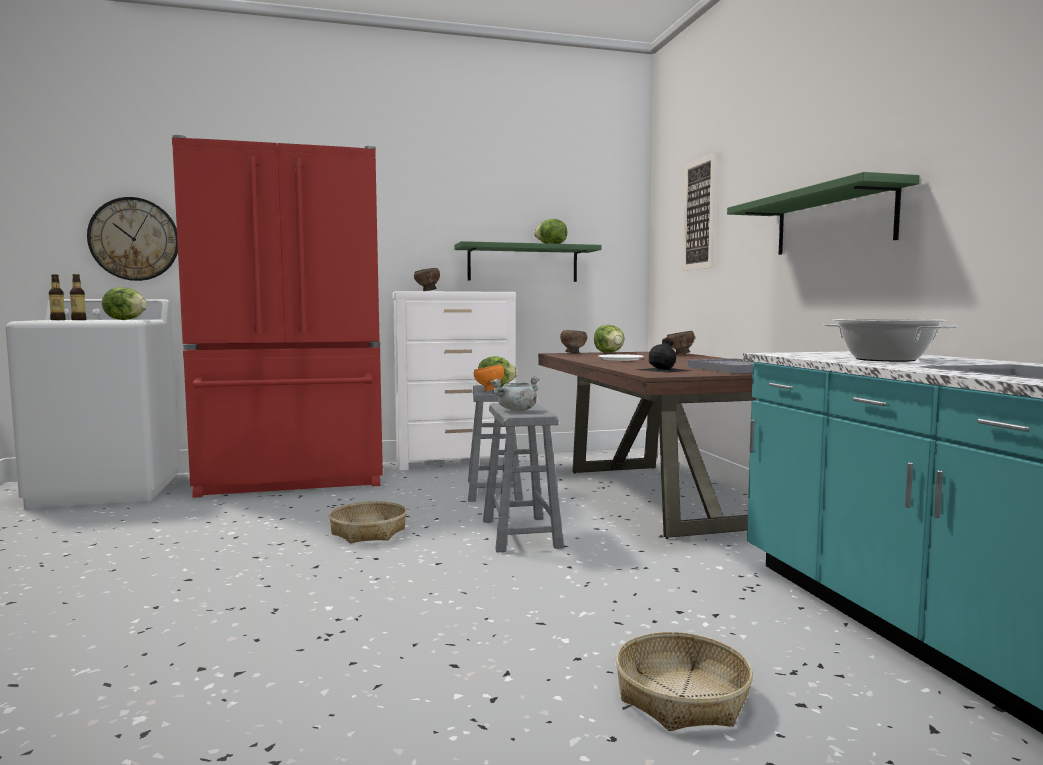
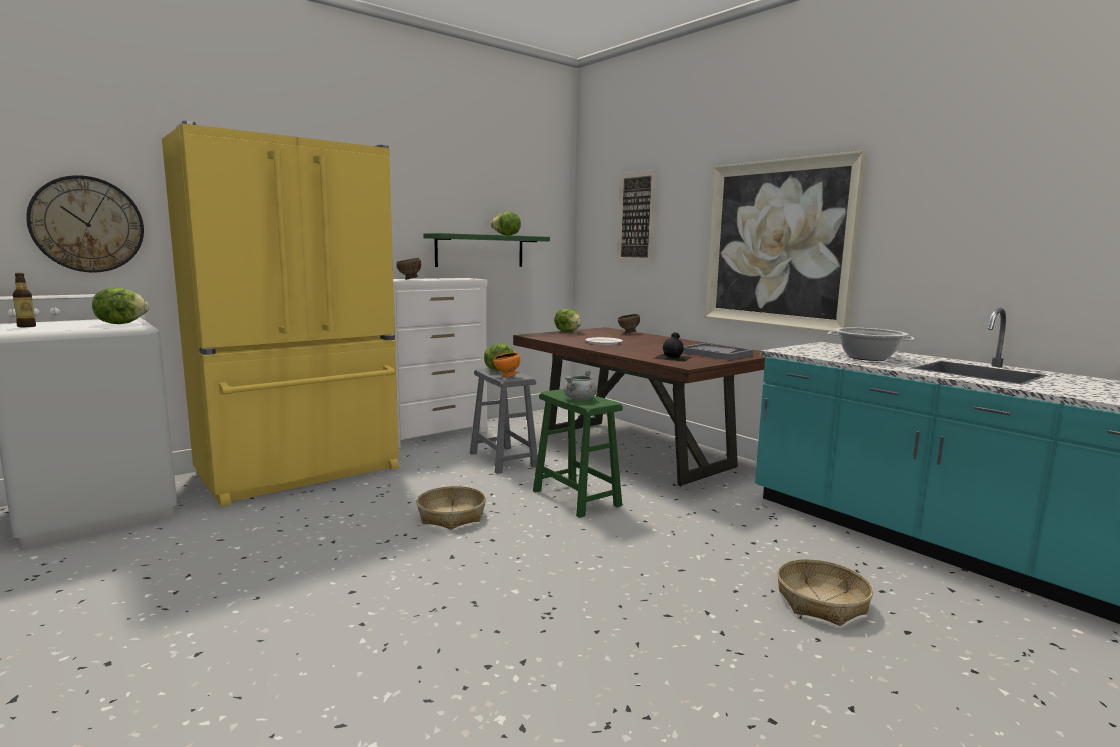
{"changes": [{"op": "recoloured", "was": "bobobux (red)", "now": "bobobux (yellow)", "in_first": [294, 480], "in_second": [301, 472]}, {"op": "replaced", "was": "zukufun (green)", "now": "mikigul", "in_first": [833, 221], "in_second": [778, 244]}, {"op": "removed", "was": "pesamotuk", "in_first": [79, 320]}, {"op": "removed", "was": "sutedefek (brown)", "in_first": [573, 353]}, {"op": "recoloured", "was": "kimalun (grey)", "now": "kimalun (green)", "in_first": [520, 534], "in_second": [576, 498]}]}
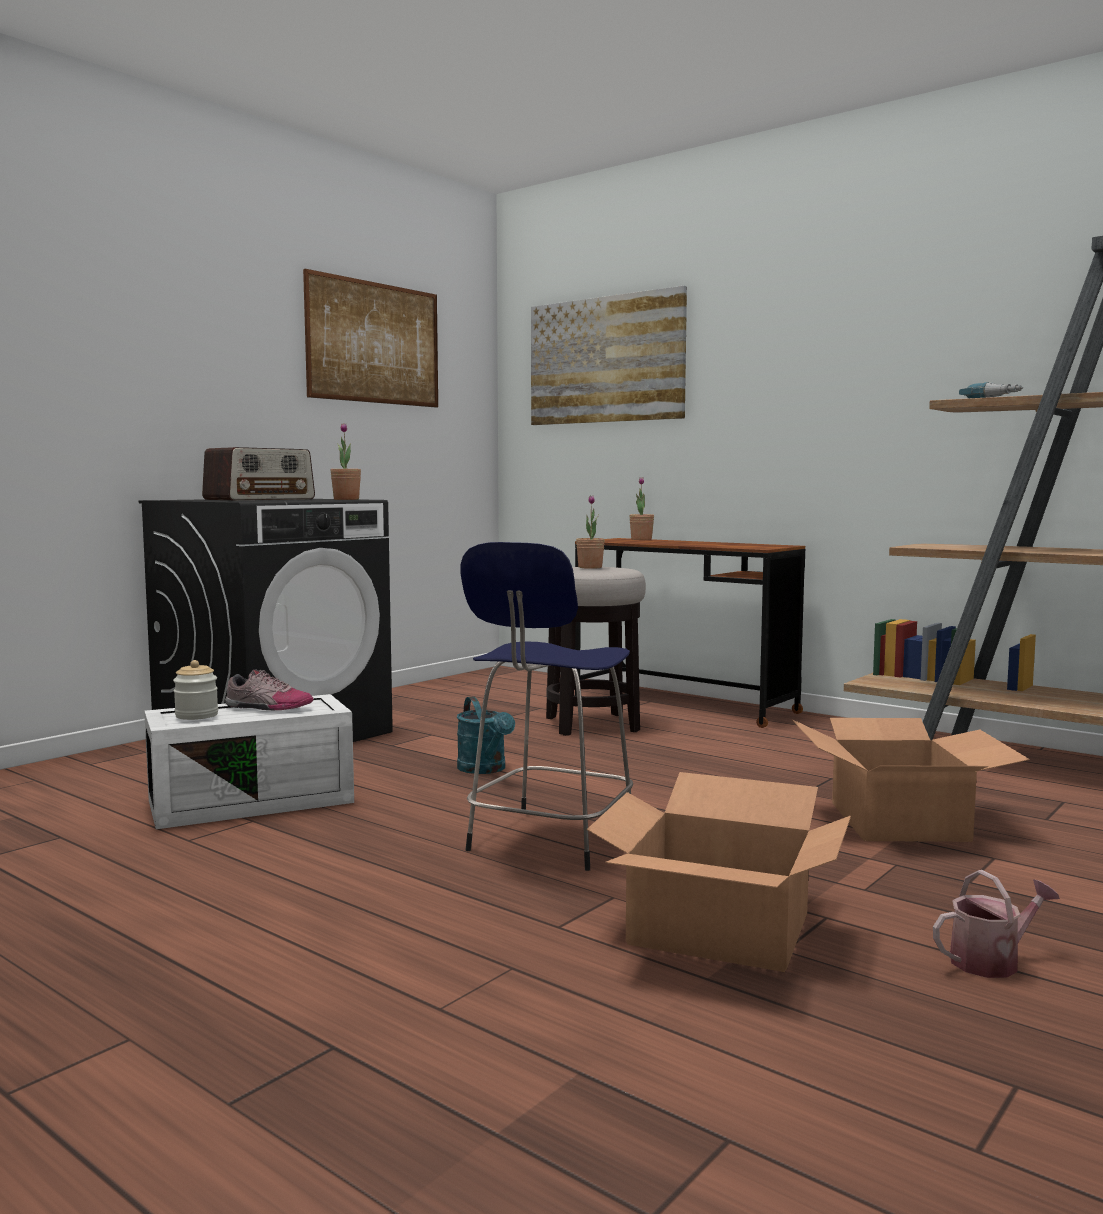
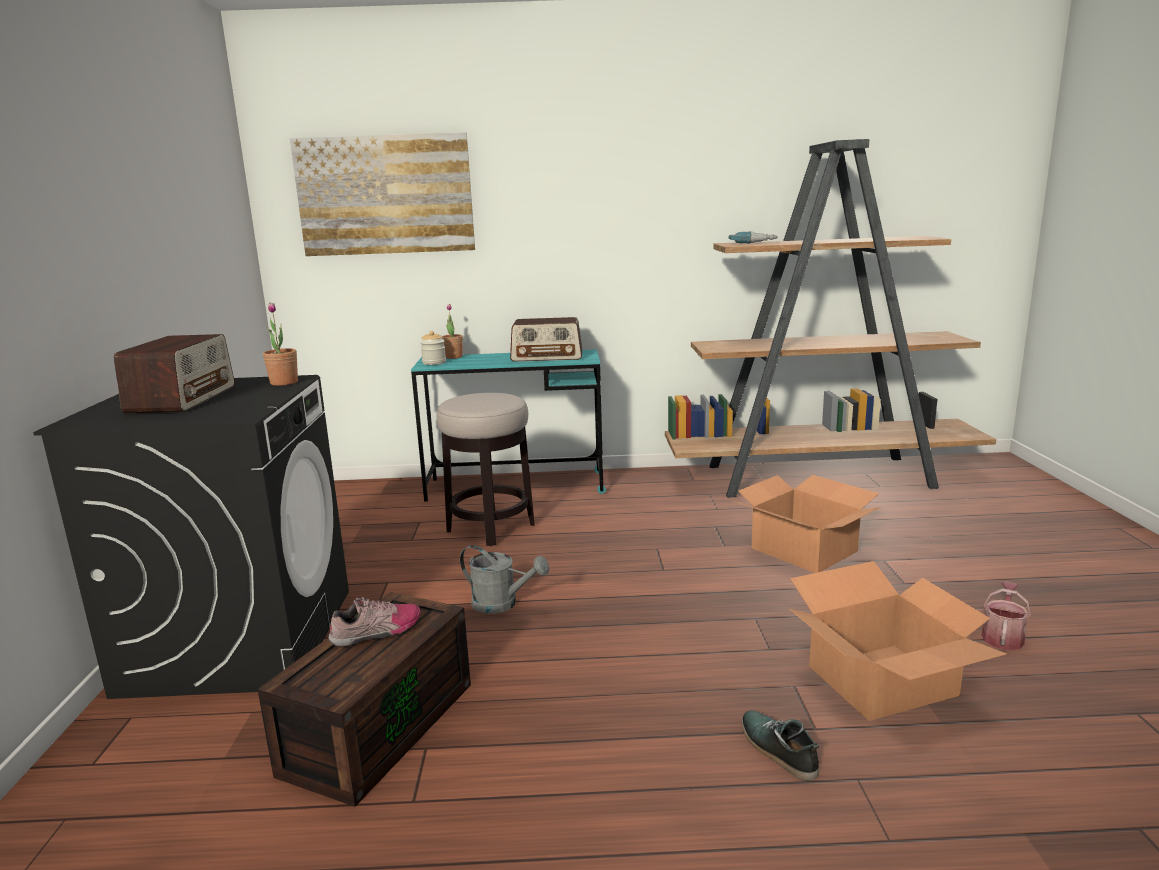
{"changes": [{"op": "removed", "was": "mikigul", "in_first": [374, 343]}, {"op": "removed", "was": "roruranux", "in_first": [590, 567]}, {"op": "recoloured", "was": "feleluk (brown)", "now": "feleluk (turquoise)", "in_first": [683, 705], "in_second": [516, 486]}, {"op": "removed", "was": "kimalun (blue)", "in_first": [549, 841]}, {"op": "moved", "was": "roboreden", "in_first": [196, 715], "in_second": [434, 363]}, {"op": "recoloured", "was": "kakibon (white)", "now": "kakibon (brown)", "in_first": [253, 800], "in_second": [379, 725]}, {"op": "recoloured", "was": "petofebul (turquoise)", "now": "petofebul (grey)", "in_first": [485, 769], "in_second": [502, 604]}, {"op": "added", "now": "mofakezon", "in_second": [547, 357]}, {"op": "added", "now": "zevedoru", "in_second": [777, 750]}]}
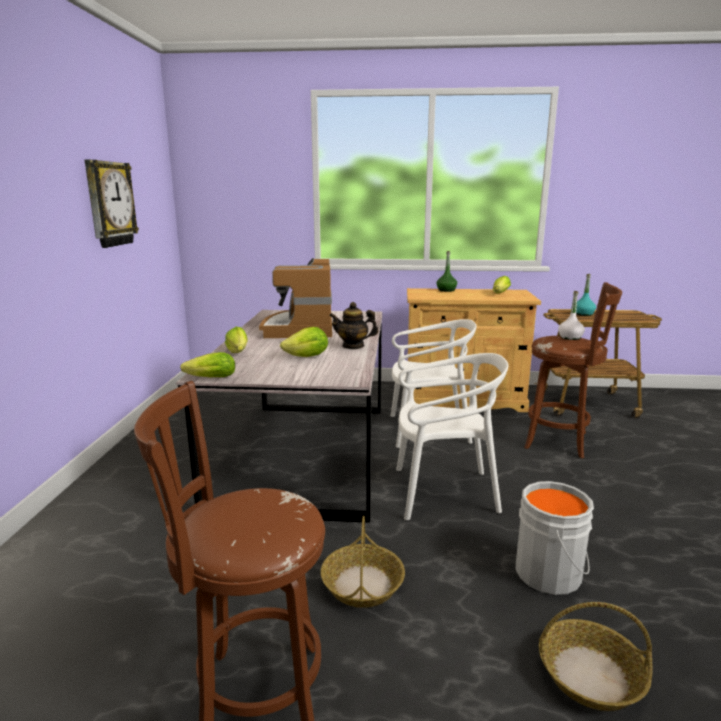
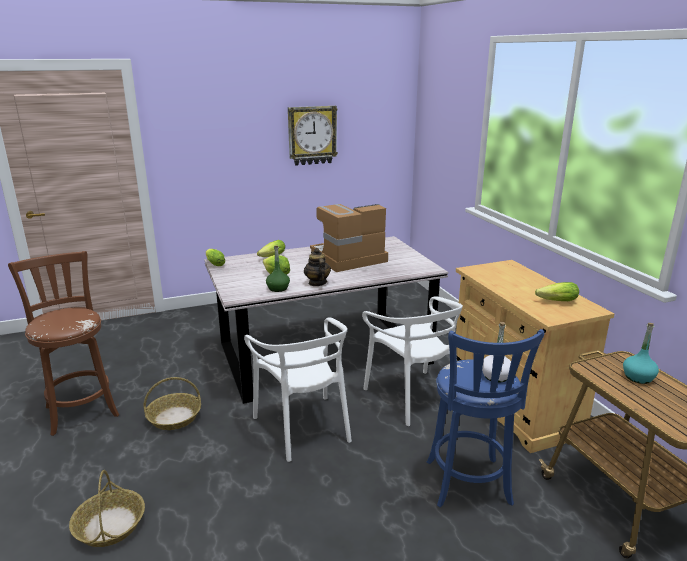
{"changes": [{"op": "moved", "was": "pesamotuk (green)", "in_first": [446, 290], "in_second": [278, 288]}, {"op": "recoloured", "was": "kimalun (brown)", "now": "kimalun (blue)", "in_first": [560, 441], "in_second": [469, 486]}, {"op": "removed", "was": "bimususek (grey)", "in_first": [551, 574]}]}
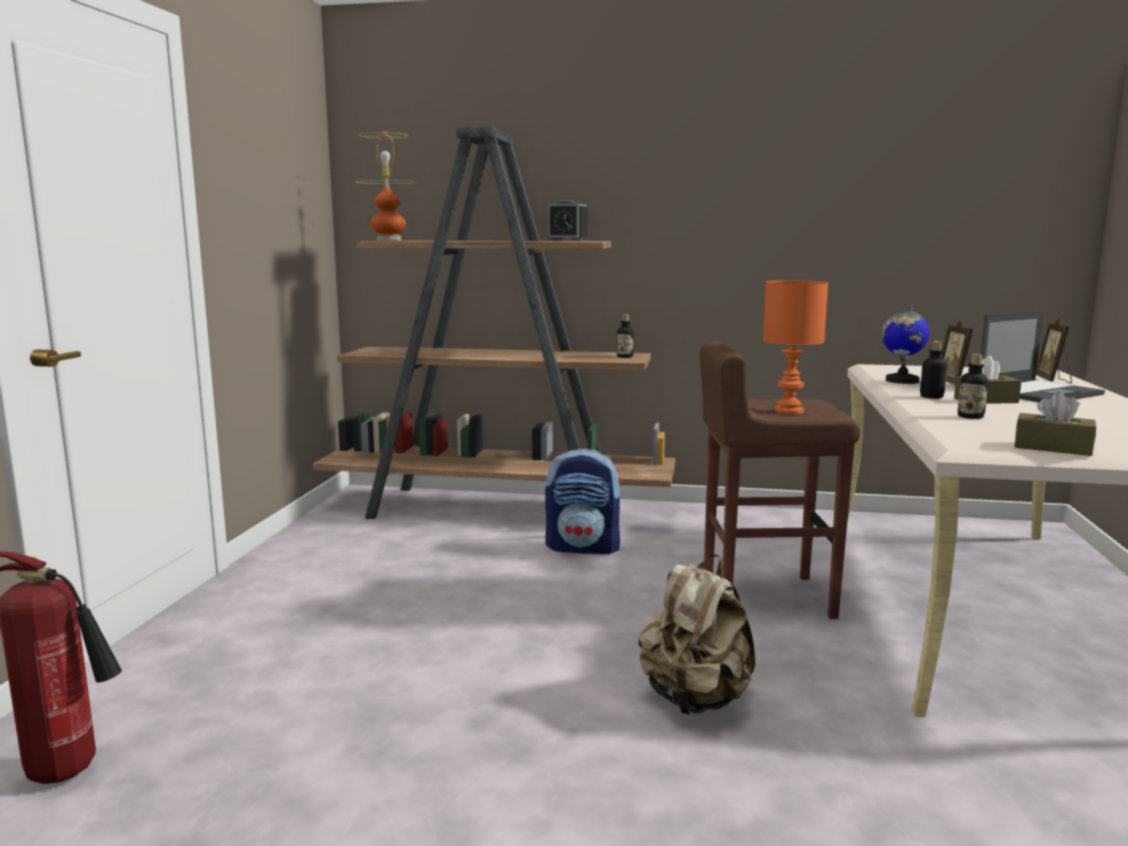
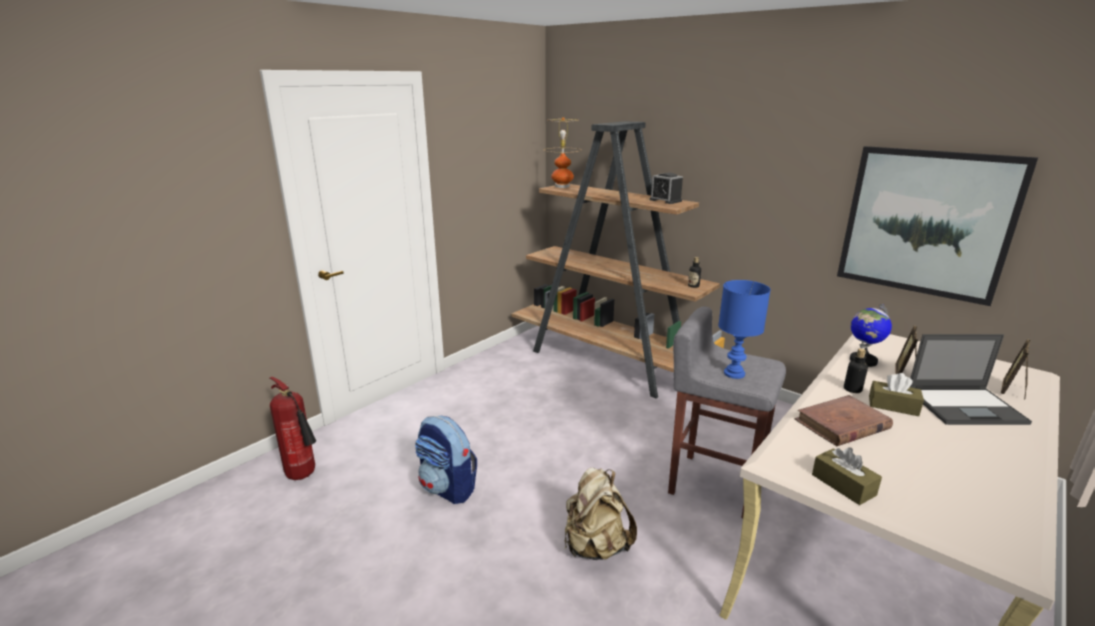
{"changes": [{"op": "recoloured", "was": "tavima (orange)", "now": "tavima (blue)", "in_first": [788, 411], "in_second": [733, 374]}, {"op": "recoloured", "was": "kimalun (brown)", "now": "kimalun (grey)", "in_first": [764, 596], "in_second": [714, 484]}, {"op": "replaced", "was": "pesamotuk", "now": "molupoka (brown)", "in_first": [970, 416], "in_second": [842, 424]}, {"op": "moved", "was": "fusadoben", "in_first": [584, 547], "in_second": [448, 488]}, {"op": "added", "now": "mikigul", "in_second": [926, 223]}]}
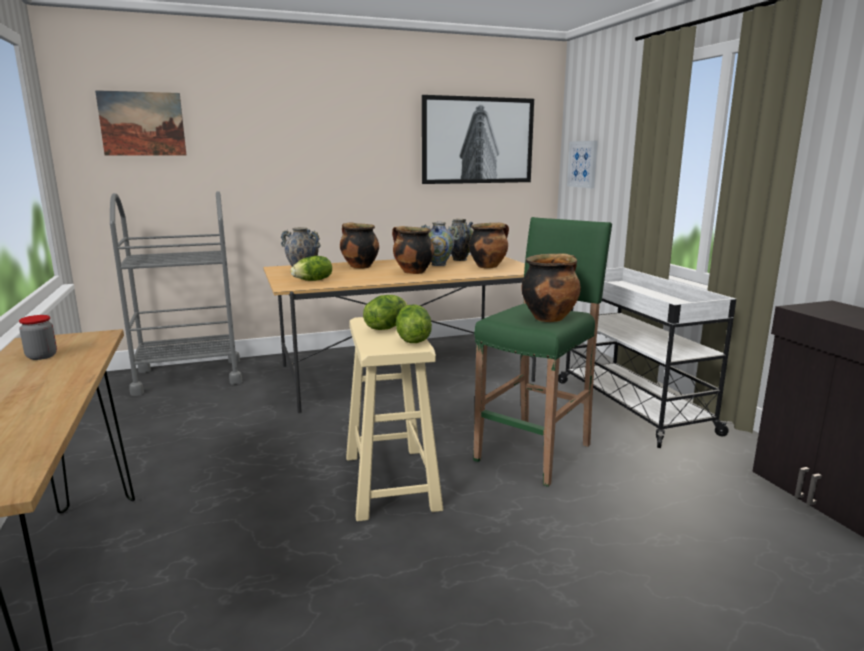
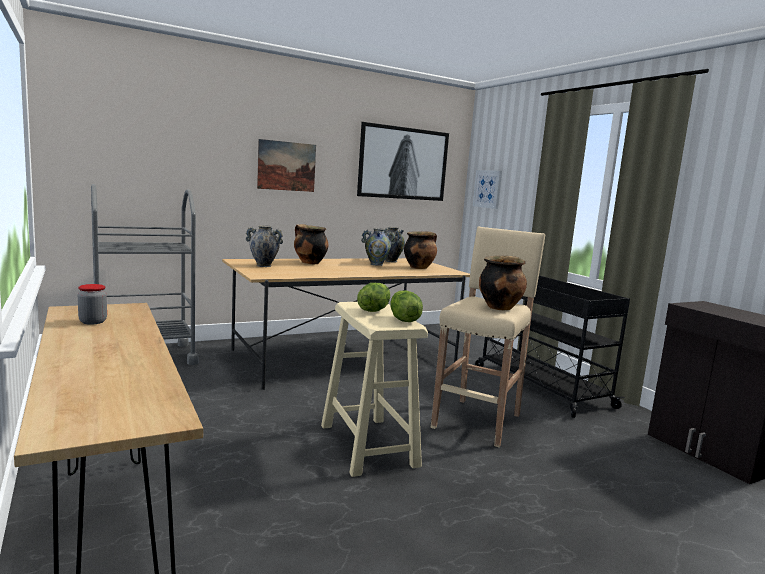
{"changes": [{"op": "moved", "was": "mikigul", "in_first": [142, 124], "in_second": [286, 166]}, {"op": "recoloured", "was": "kimalun (green)", "now": "kimalun (beige)", "in_first": [535, 451], "in_second": [478, 420]}, {"op": "removed", "was": "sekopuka", "in_first": [412, 272]}, {"op": "removed", "was": "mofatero", "in_first": [313, 280]}, {"op": "recoloured", "was": "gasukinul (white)", "now": "gasukinul (black)", "in_first": [631, 405], "in_second": [540, 385]}]}
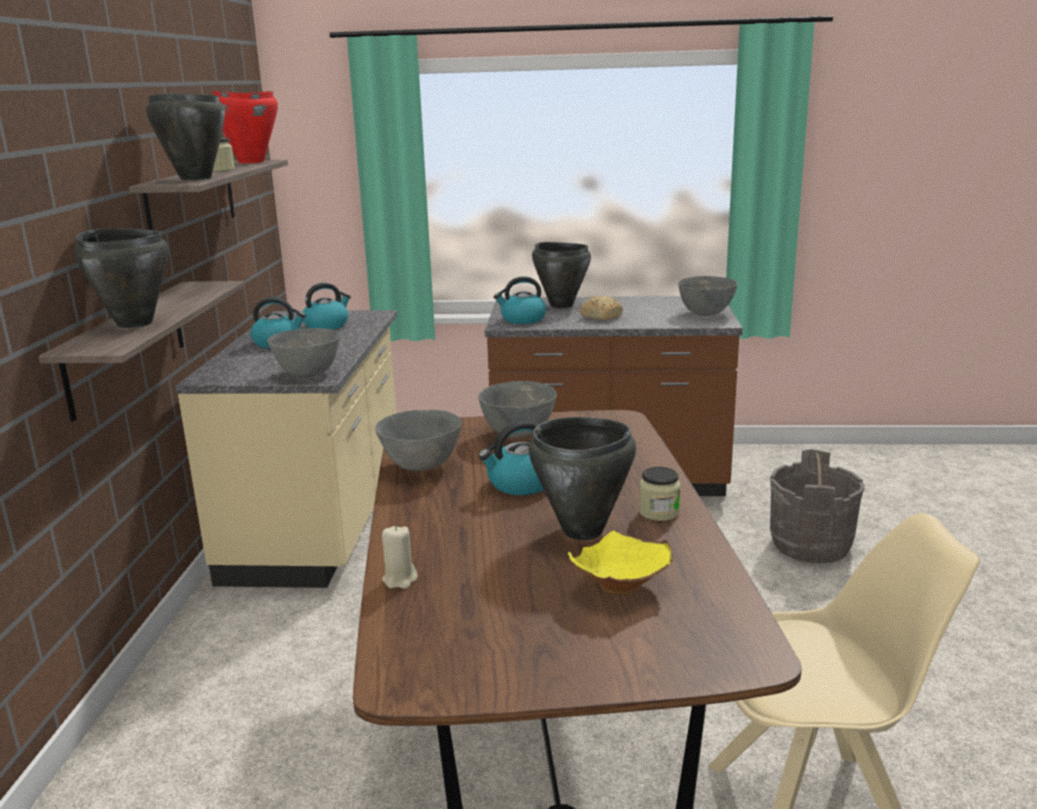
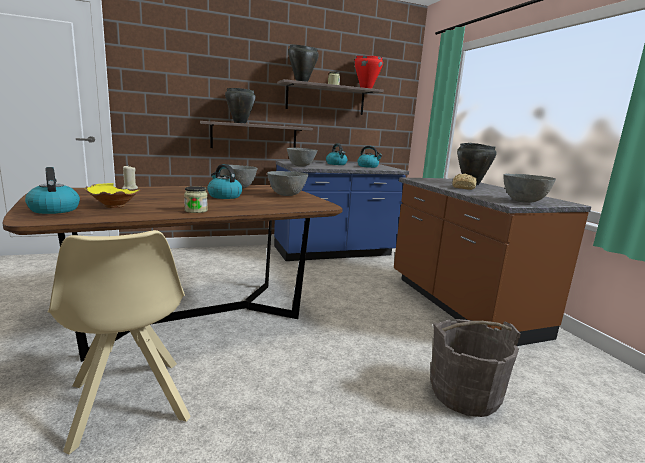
{"changes": [{"op": "moved", "was": "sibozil", "in_first": [522, 319], "in_second": [54, 209]}, {"op": "recoloured", "was": "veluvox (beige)", "now": "veluvox (blue)", "in_first": [321, 523], "in_second": [334, 252]}, {"op": "removed", "was": "sekopuka (black)", "in_first": [583, 531]}]}
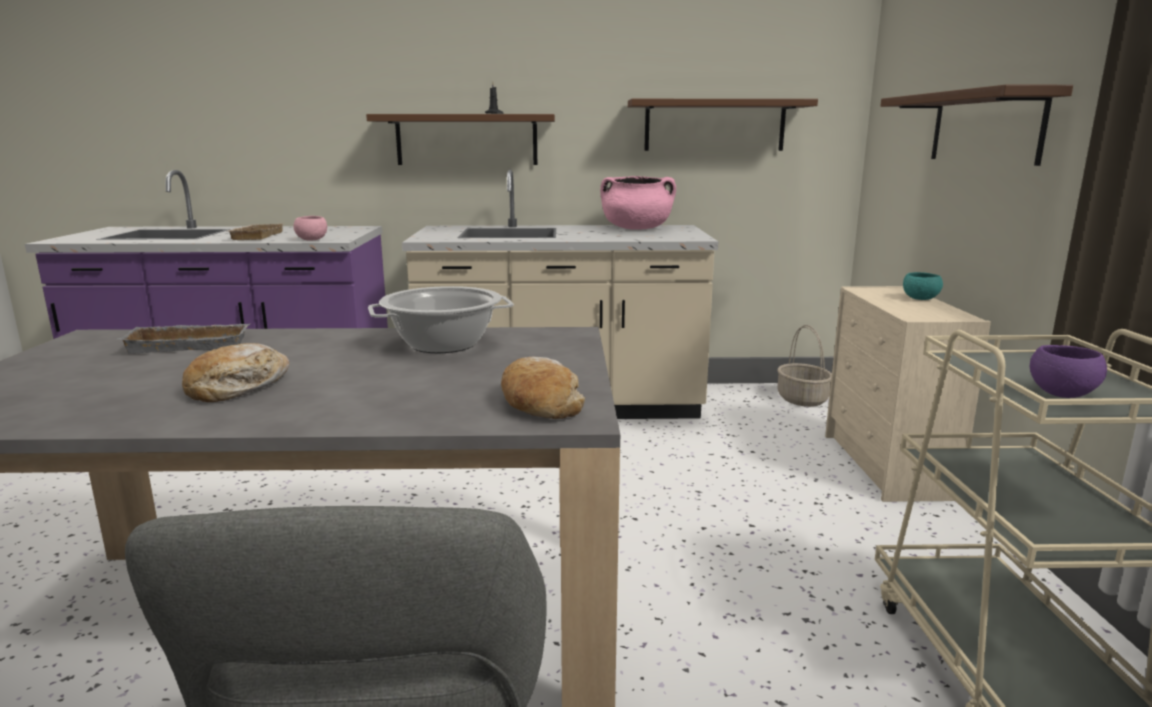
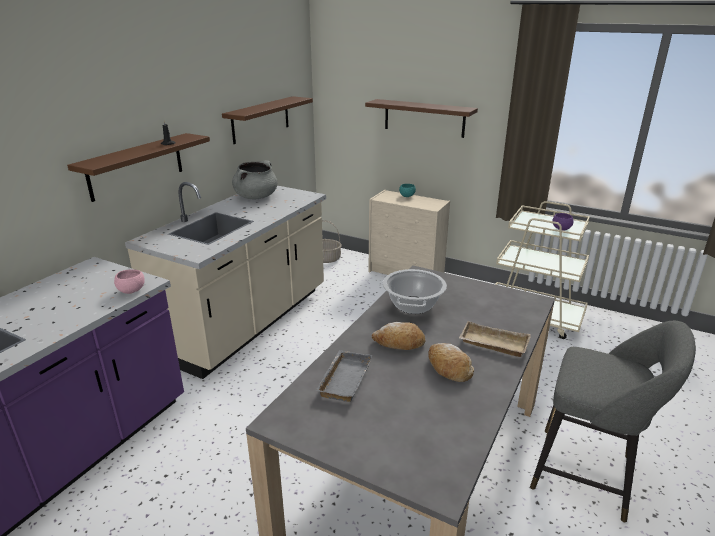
{"changes": [{"op": "recoloured", "was": "sekopuka (pink)", "now": "sekopuka (grey)", "in_first": [636, 229], "in_second": [256, 197]}, {"op": "moved", "was": "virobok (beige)", "in_first": [255, 236], "in_second": [492, 344]}, {"op": "moved", "was": "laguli", "in_first": [539, 404], "in_second": [399, 343]}]}
